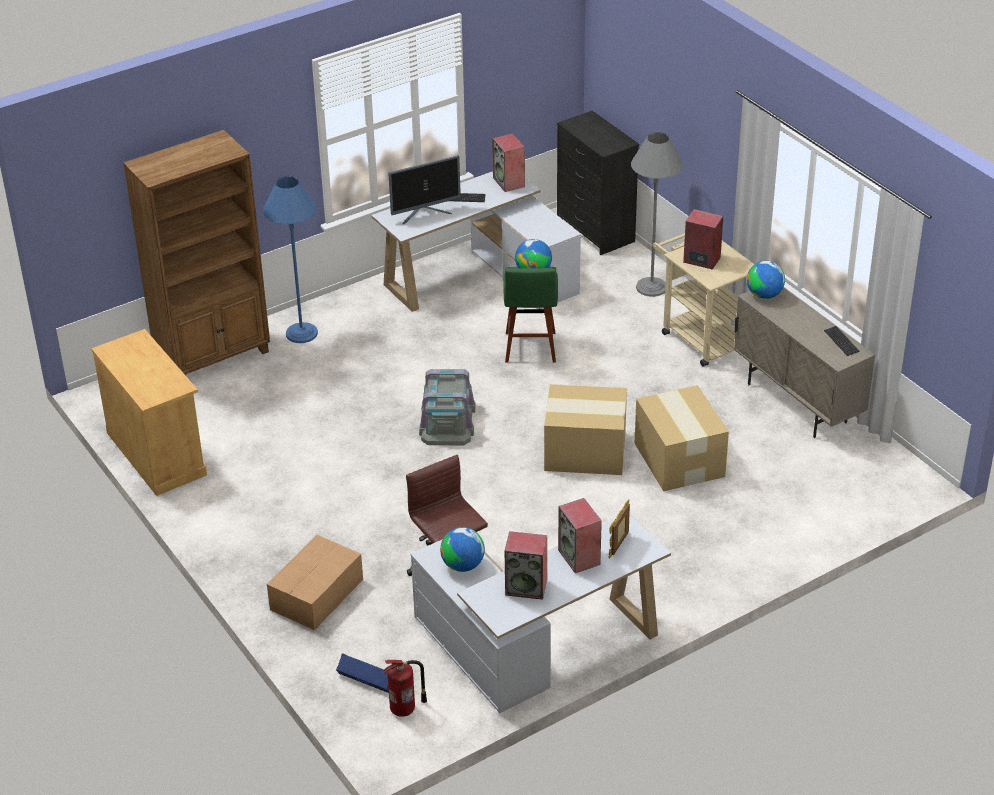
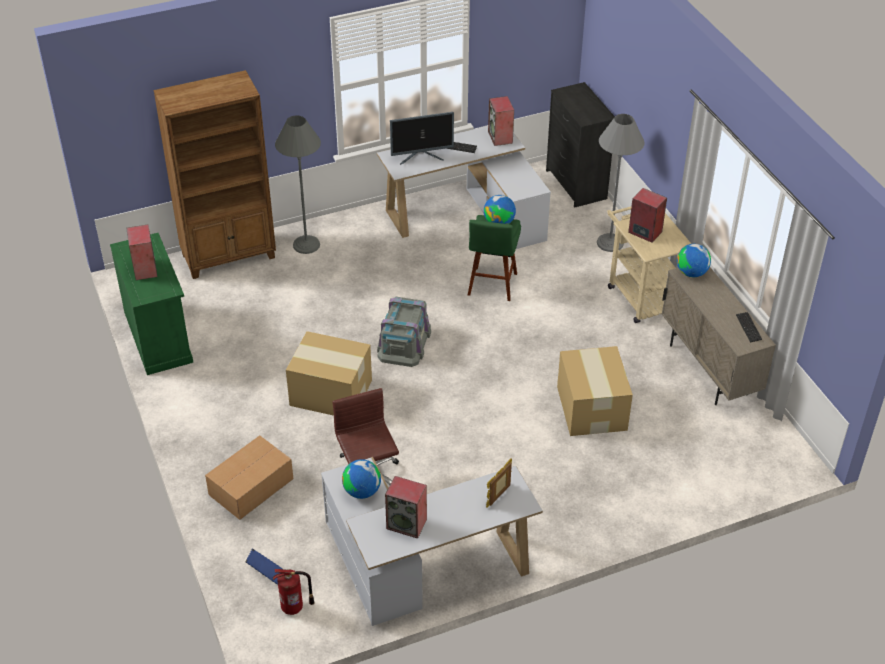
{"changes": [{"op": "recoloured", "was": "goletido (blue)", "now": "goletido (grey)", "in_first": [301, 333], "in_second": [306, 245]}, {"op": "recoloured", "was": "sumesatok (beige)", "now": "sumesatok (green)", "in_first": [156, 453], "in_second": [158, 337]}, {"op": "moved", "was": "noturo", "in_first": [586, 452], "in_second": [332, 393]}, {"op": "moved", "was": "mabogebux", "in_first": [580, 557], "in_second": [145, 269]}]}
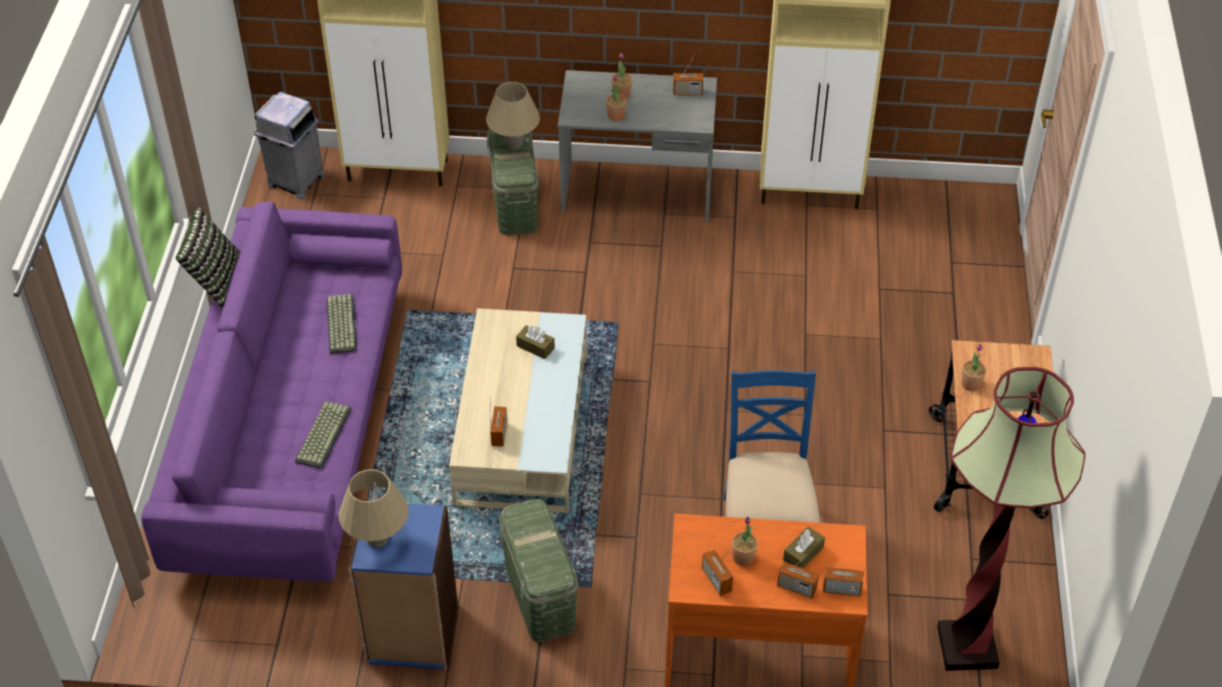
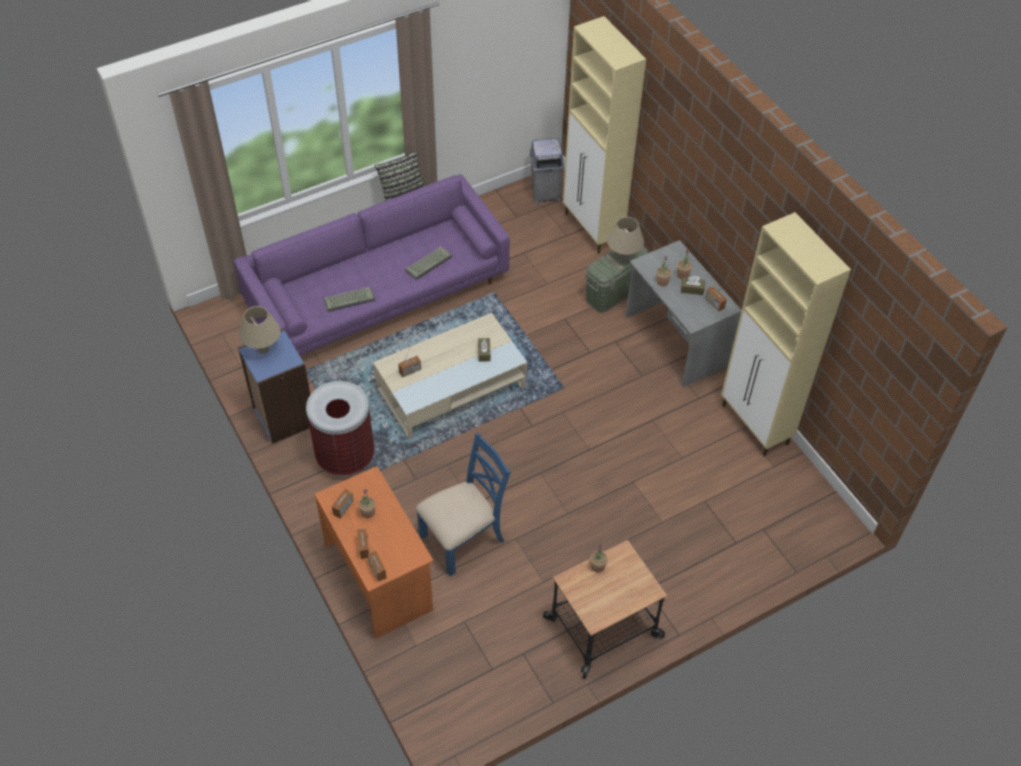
{"changes": [{"op": "removed", "was": "goletido", "in_first": [967, 647]}, {"op": "replaced", "was": "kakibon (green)", "now": "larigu", "in_first": [539, 595], "in_second": [345, 457]}, {"op": "moved", "was": "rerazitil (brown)", "in_first": [803, 553], "in_second": [692, 289]}]}
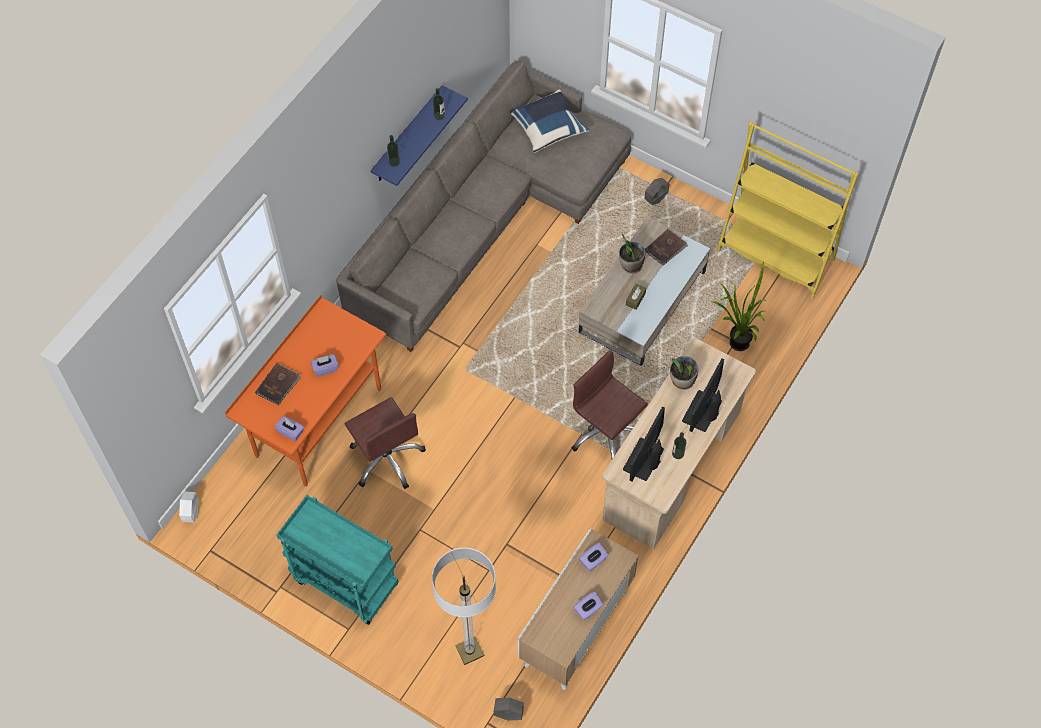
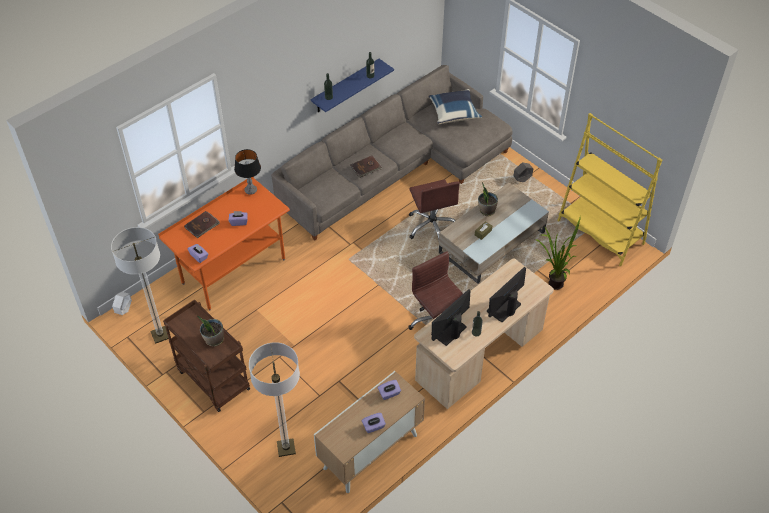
{"changes": [{"op": "moved", "was": "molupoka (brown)", "in_first": [666, 248], "in_second": [366, 167]}, {"op": "moved", "was": "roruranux", "in_first": [682, 381], "in_second": [214, 340]}, {"op": "moved", "was": "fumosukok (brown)", "in_first": [387, 458], "in_second": [432, 226]}, {"op": "recoloured", "was": "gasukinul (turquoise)", "now": "gasukinul (brown)", "in_first": [343, 582], "in_second": [212, 379]}, {"op": "removed", "was": "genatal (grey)", "in_first": [508, 714]}, {"op": "added", "now": "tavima", "in_second": [251, 190]}, {"op": "added", "now": "goletido", "in_second": [160, 335]}]}
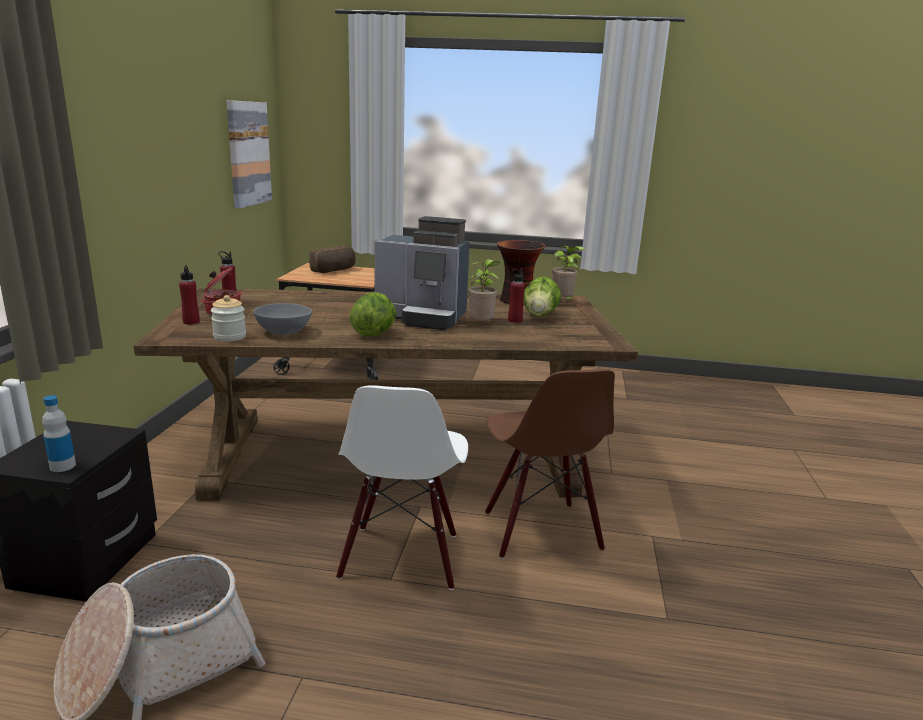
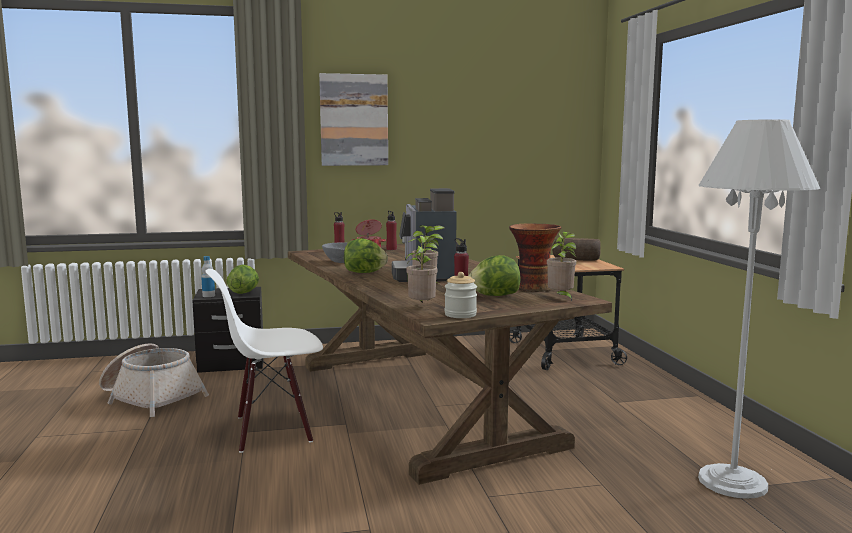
{"changes": [{"op": "moved", "was": "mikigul", "in_first": [248, 153], "in_second": [354, 120]}, {"op": "moved", "was": "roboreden", "in_first": [229, 337], "in_second": [460, 314]}, {"op": "removed", "was": "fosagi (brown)", "in_first": [540, 530]}, {"op": "added", "now": "goletido (white)", "in_second": [732, 482]}, {"op": "added", "now": "roruranux", "in_second": [422, 307]}, {"op": "added", "now": "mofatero", "in_second": [244, 292]}]}
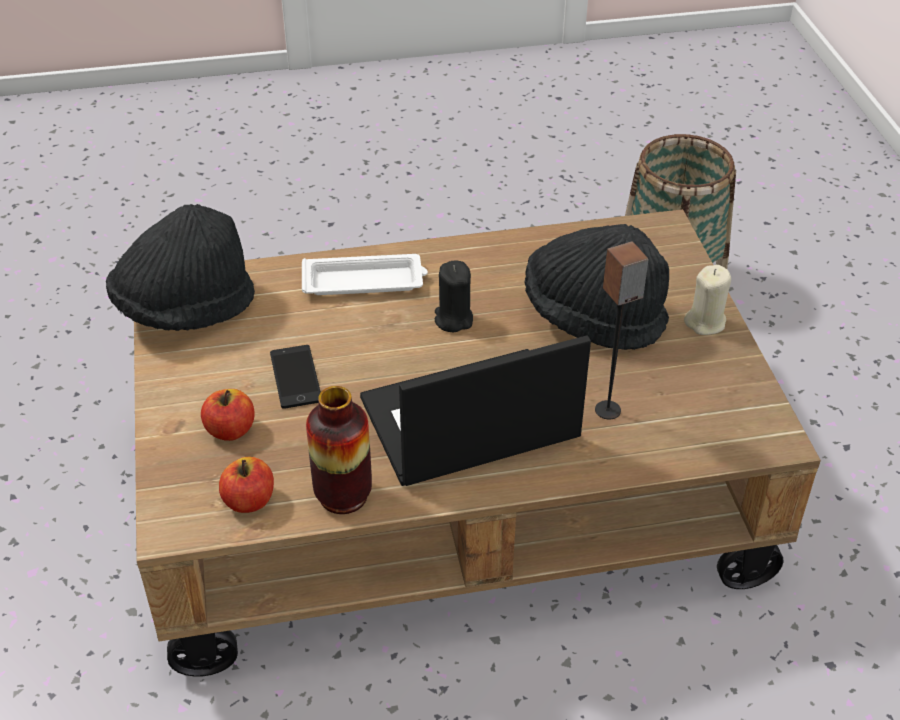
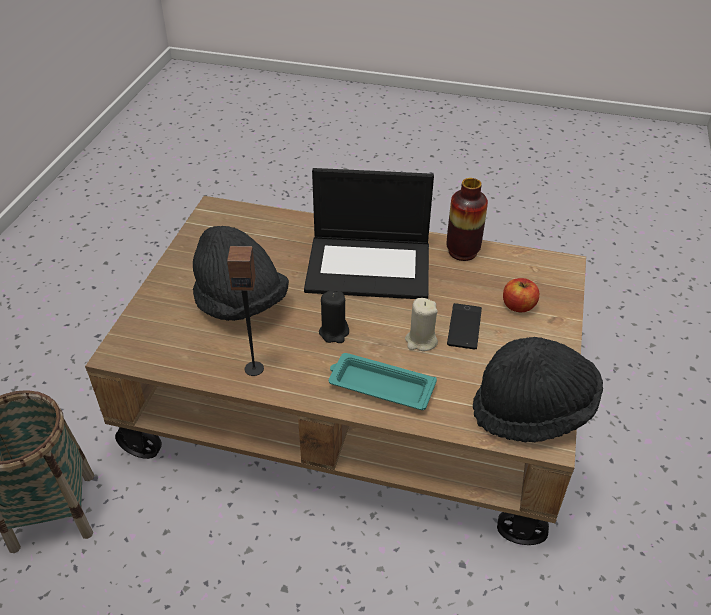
{"changes": [{"op": "moved", "was": "mabogebux", "in_first": [608, 410], "in_second": [254, 368]}, {"op": "recoloured", "was": "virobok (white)", "now": "virobok (turquoise)", "in_first": [365, 281], "in_second": [379, 386]}, {"op": "moved", "was": "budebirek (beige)", "in_first": [705, 322], "in_second": [421, 341]}, {"op": "removed", "was": "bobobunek", "in_first": [249, 501]}]}
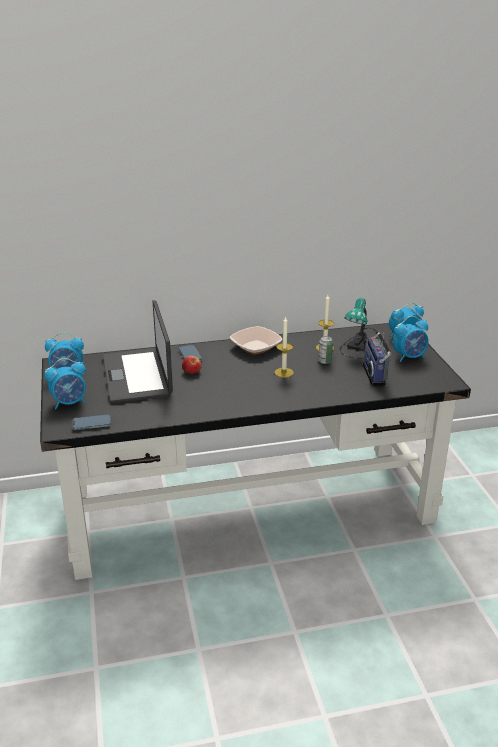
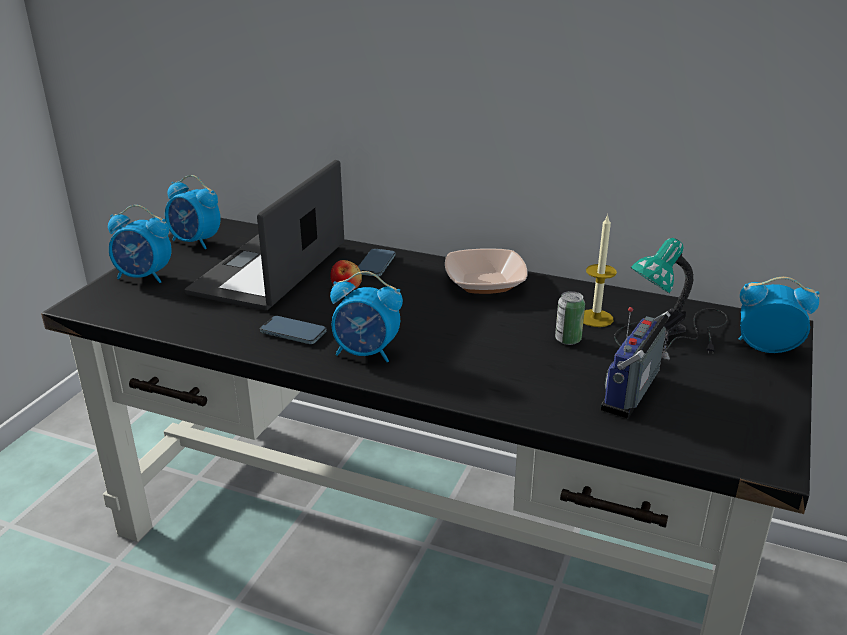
{"changes": [{"op": "removed", "was": "budebirek", "in_first": [284, 372]}, {"op": "moved", "was": "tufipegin", "in_first": [409, 357], "in_second": [366, 353]}, {"op": "moved", "was": "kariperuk", "in_first": [92, 424], "in_second": [293, 333]}]}
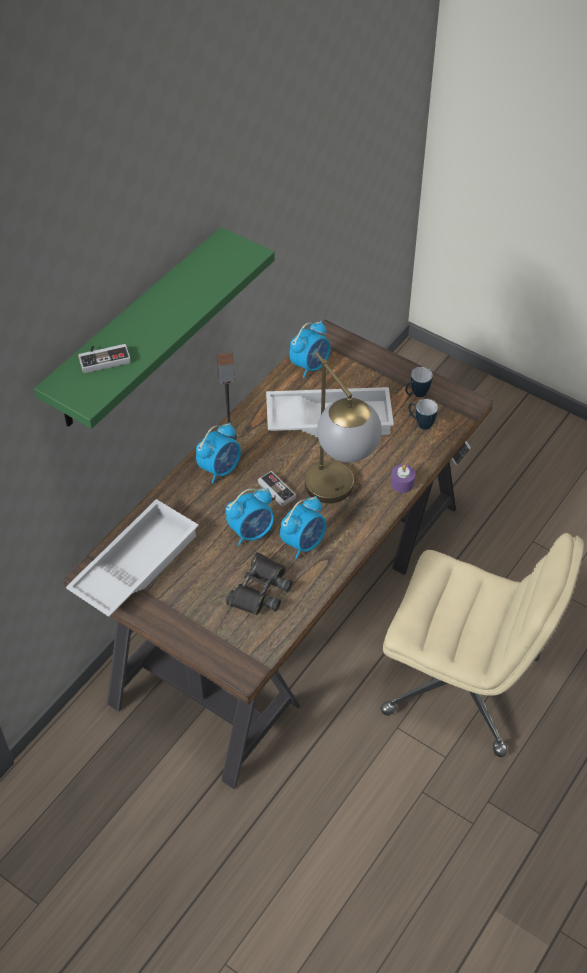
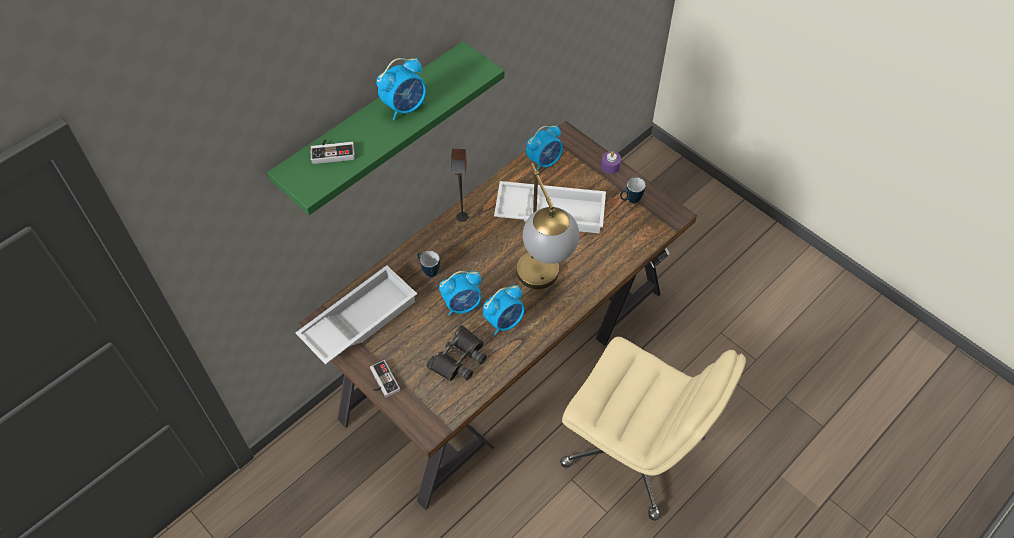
{"changes": [{"op": "moved", "was": "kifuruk", "in_first": [420, 423], "in_second": [428, 270]}, {"op": "moved", "was": "tufipegin", "in_first": [220, 469], "in_second": [405, 107]}, {"op": "moved", "was": "budebirek (purple)", "in_first": [402, 483], "in_second": [610, 166]}, {"op": "moved", "was": "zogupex", "in_first": [273, 492], "in_second": [381, 381]}]}
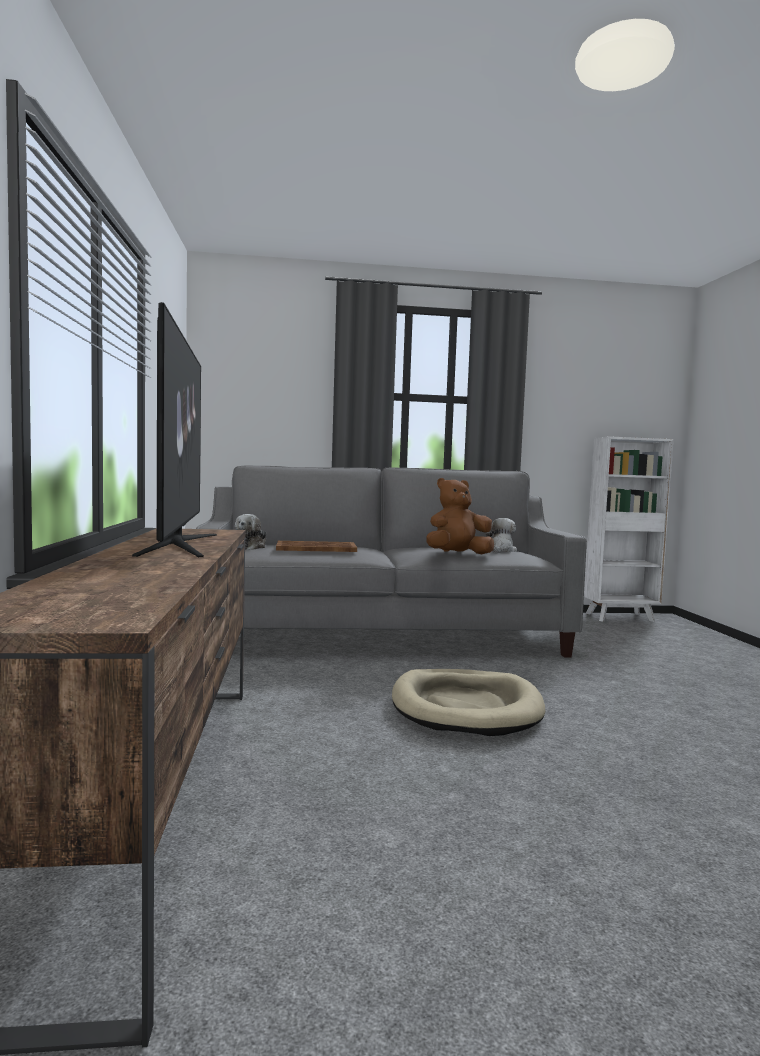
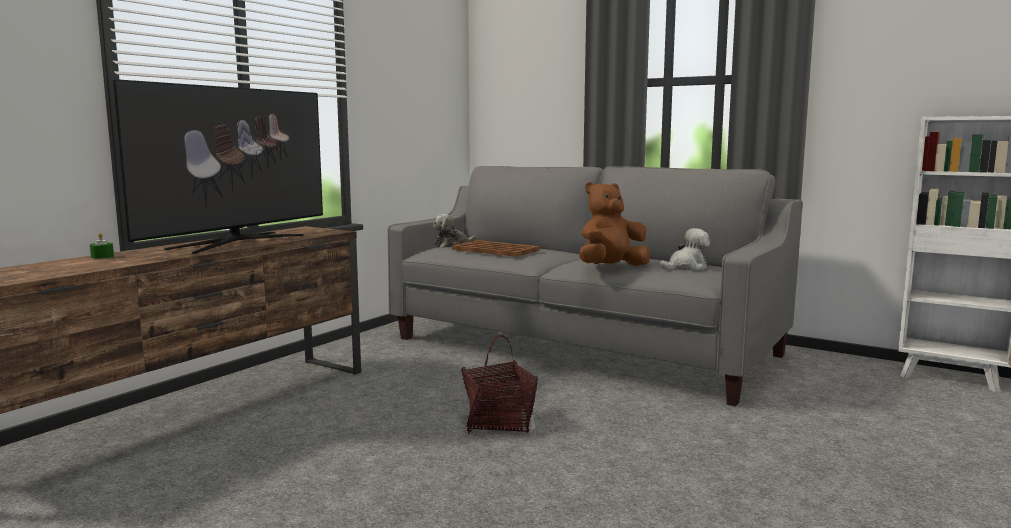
{"changes": [{"op": "turned", "was": "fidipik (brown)", "in_first": [457, 554], "in_second": [611, 267], "clockwise": -45}, {"op": "replaced", "was": "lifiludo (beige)", "now": "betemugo", "in_first": [466, 707], "in_second": [499, 422]}, {"op": "added", "now": "budebirek (green)", "in_second": [102, 257]}]}
